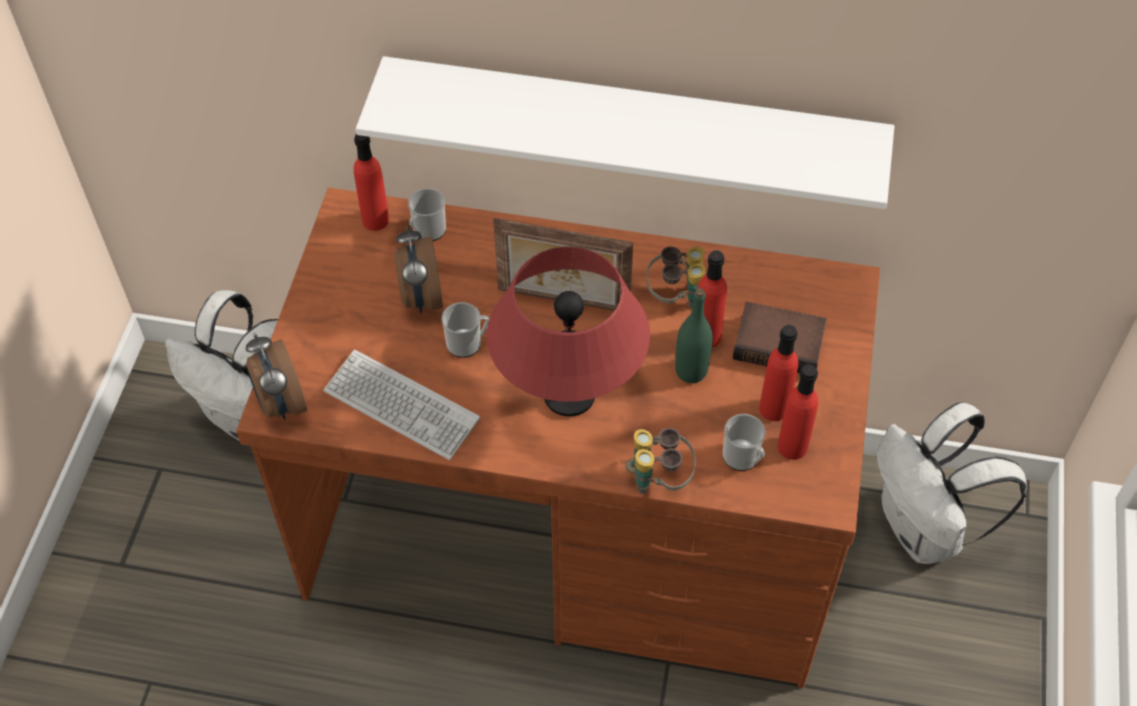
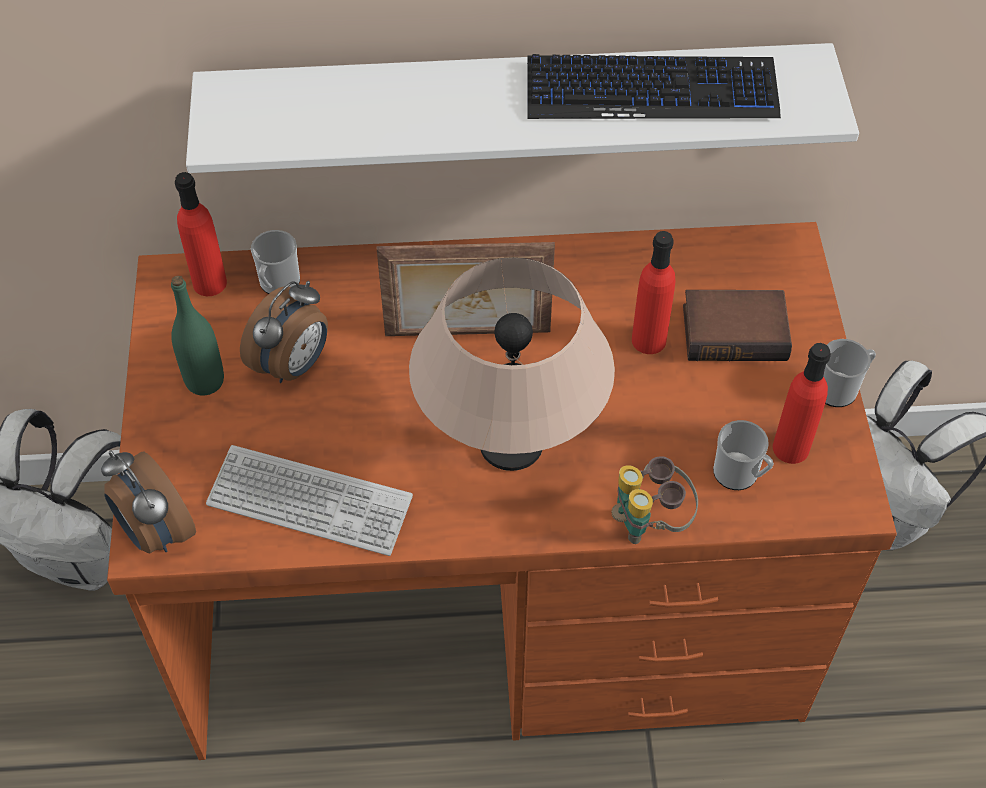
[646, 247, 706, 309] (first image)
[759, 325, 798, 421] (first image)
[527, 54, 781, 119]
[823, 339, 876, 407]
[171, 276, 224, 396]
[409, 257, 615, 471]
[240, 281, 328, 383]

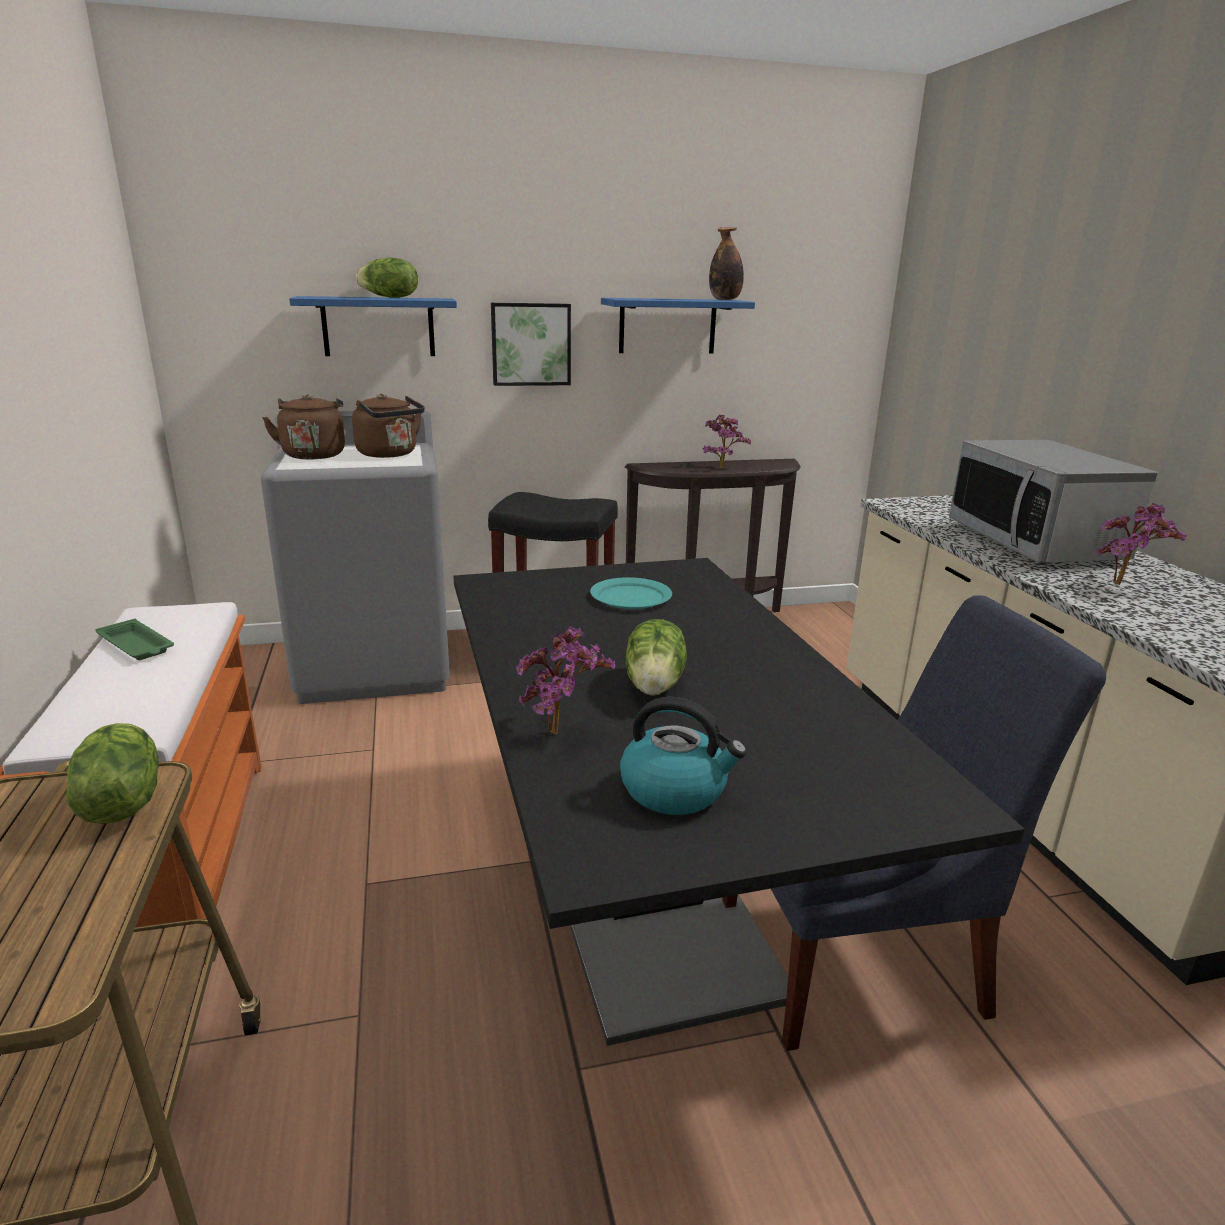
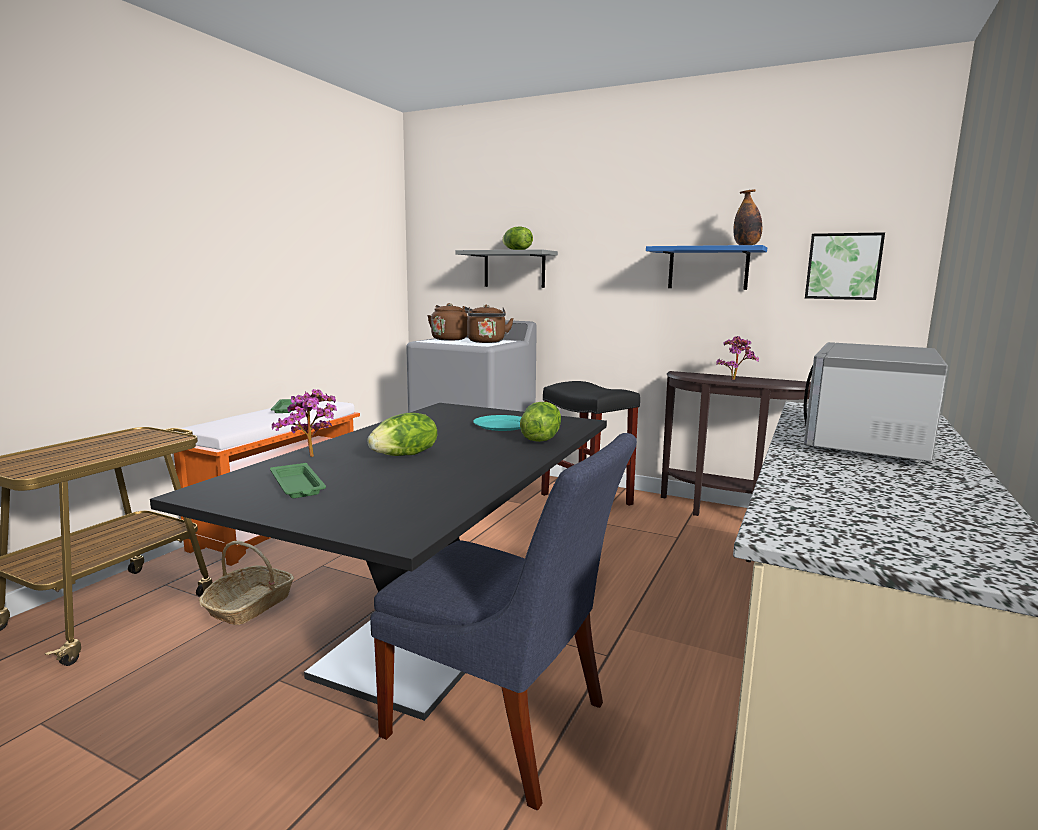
[1096, 503, 1187, 585] (first image)
[199, 541, 294, 625]
[520, 402, 561, 442]
[805, 232, 885, 300]
[270, 463, 326, 498]
[456, 249, 558, 288]

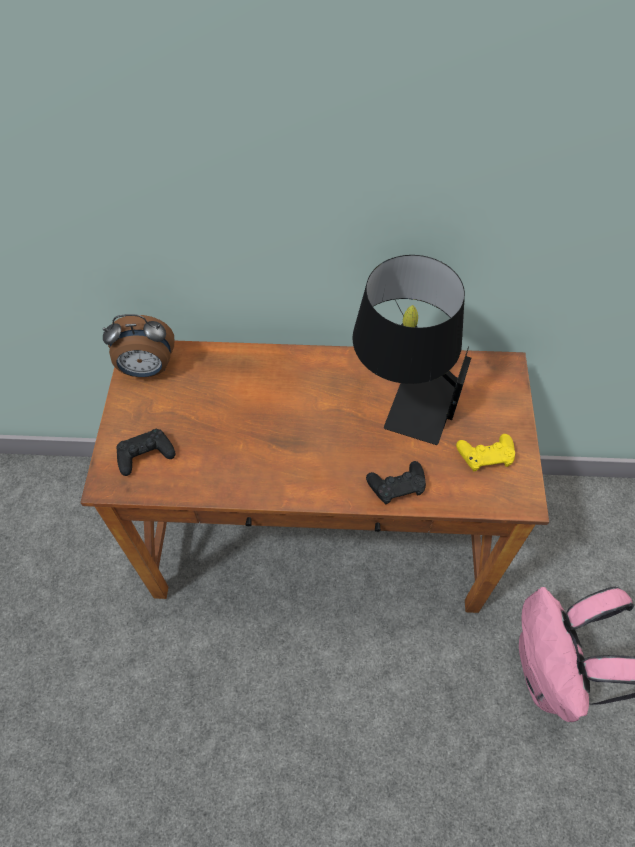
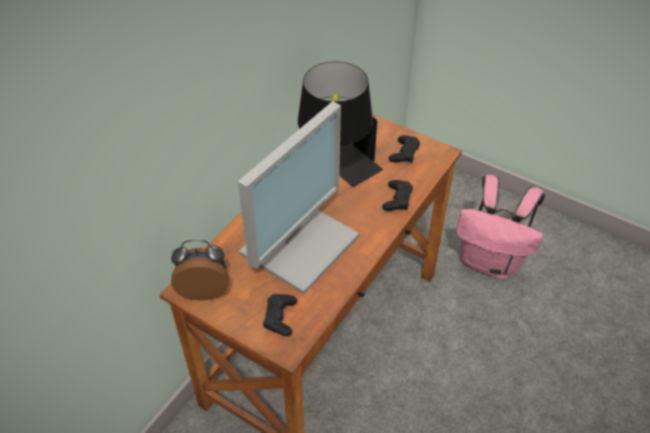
[238, 101, 359, 294]
[389, 135, 420, 163]
[171, 240, 229, 300]

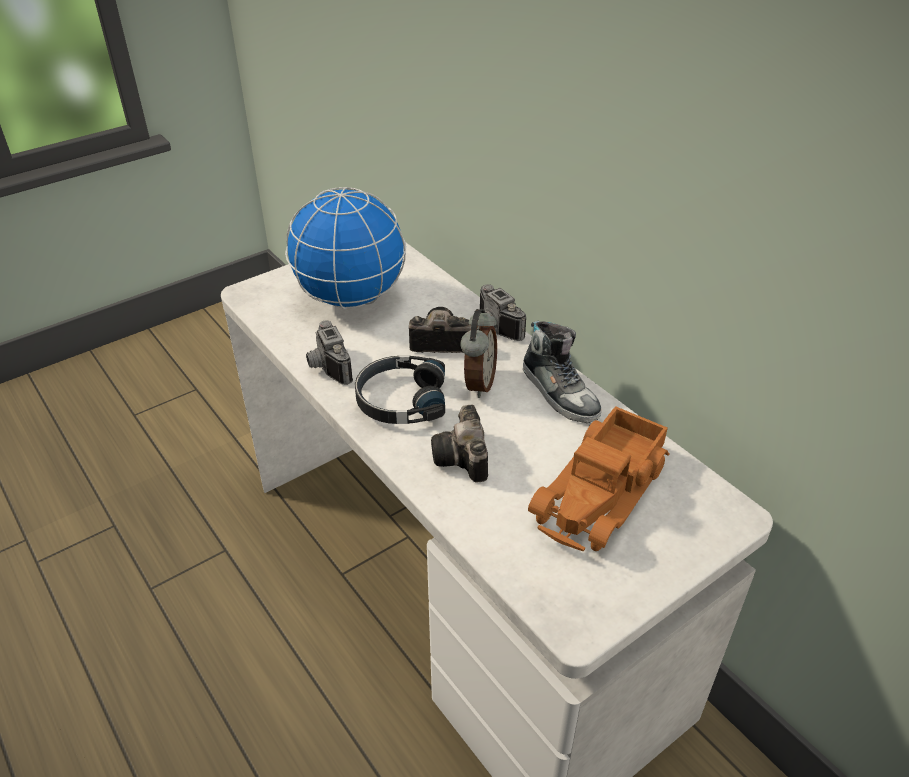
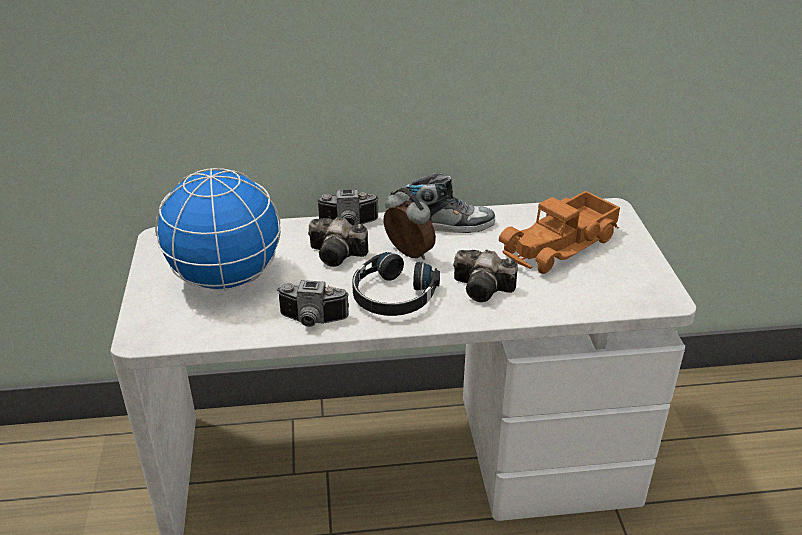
[308, 217, 368, 267]
[499, 191, 620, 274]

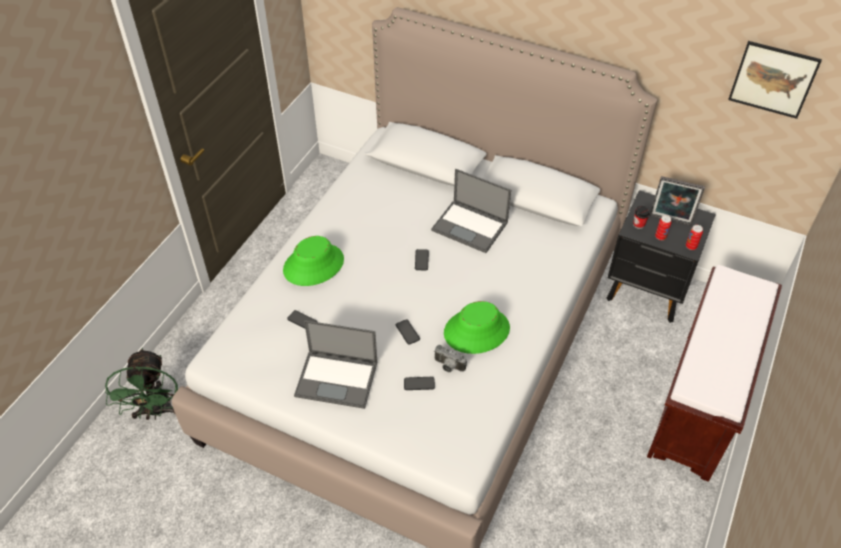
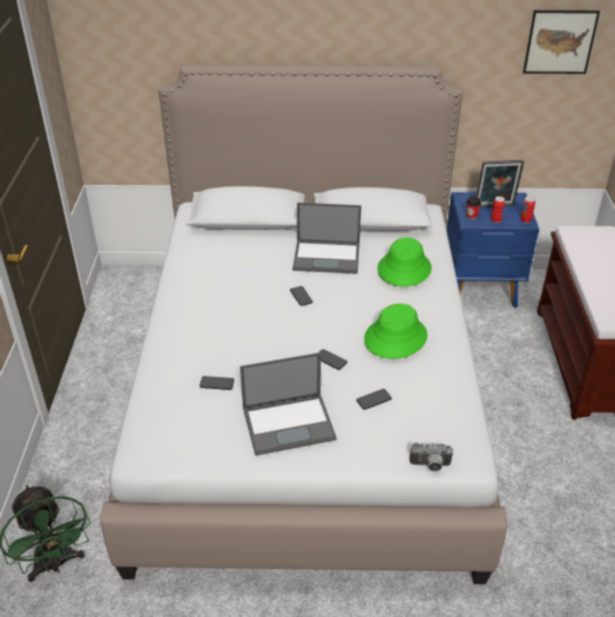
[377, 238, 432, 287]
[410, 443, 453, 471]
[447, 192, 539, 308]

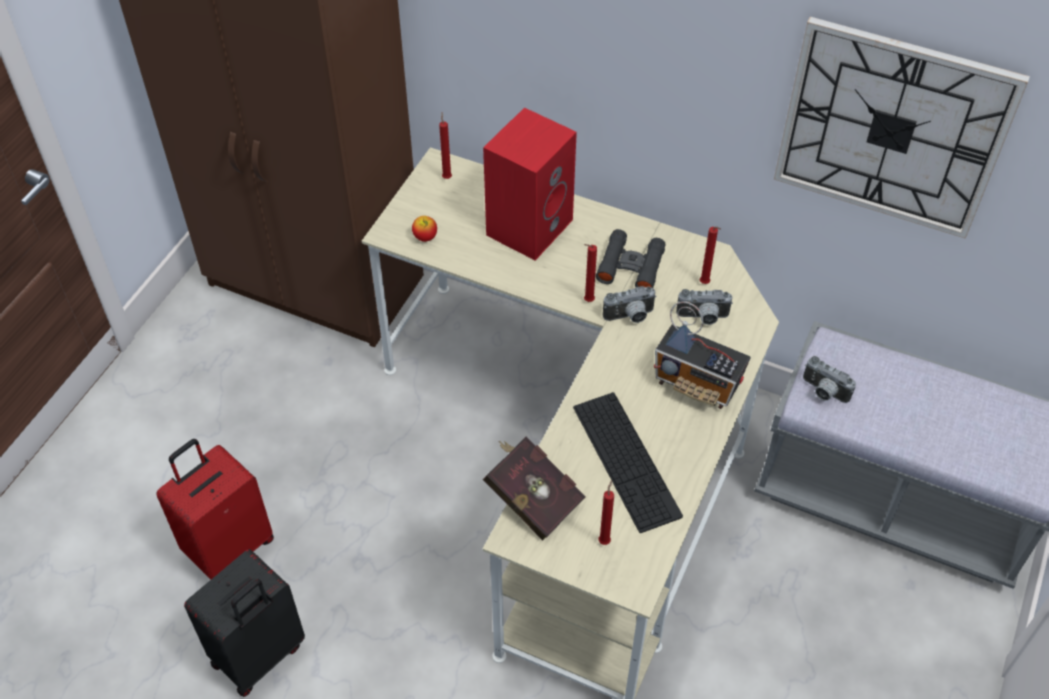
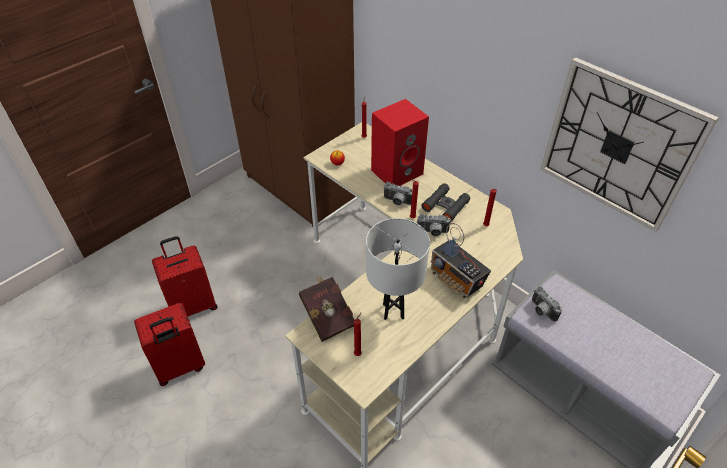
[383, 182, 412, 205]
[366, 218, 430, 320]
[134, 303, 205, 386]

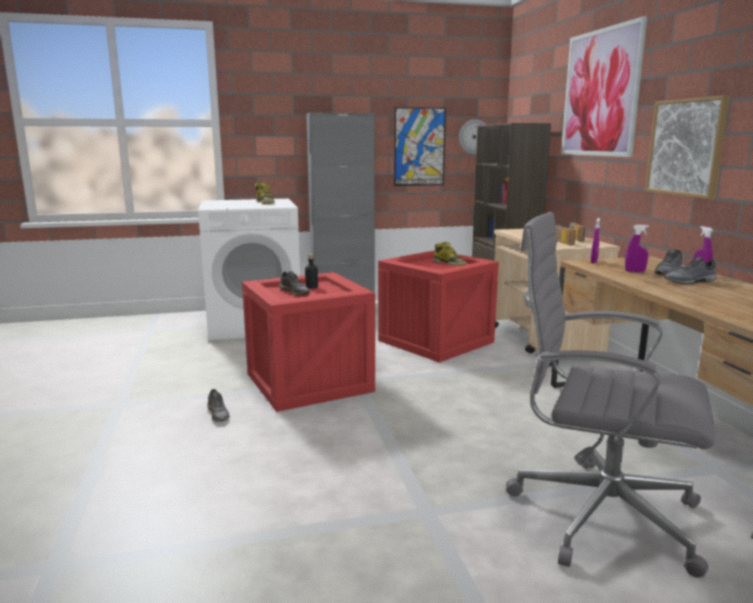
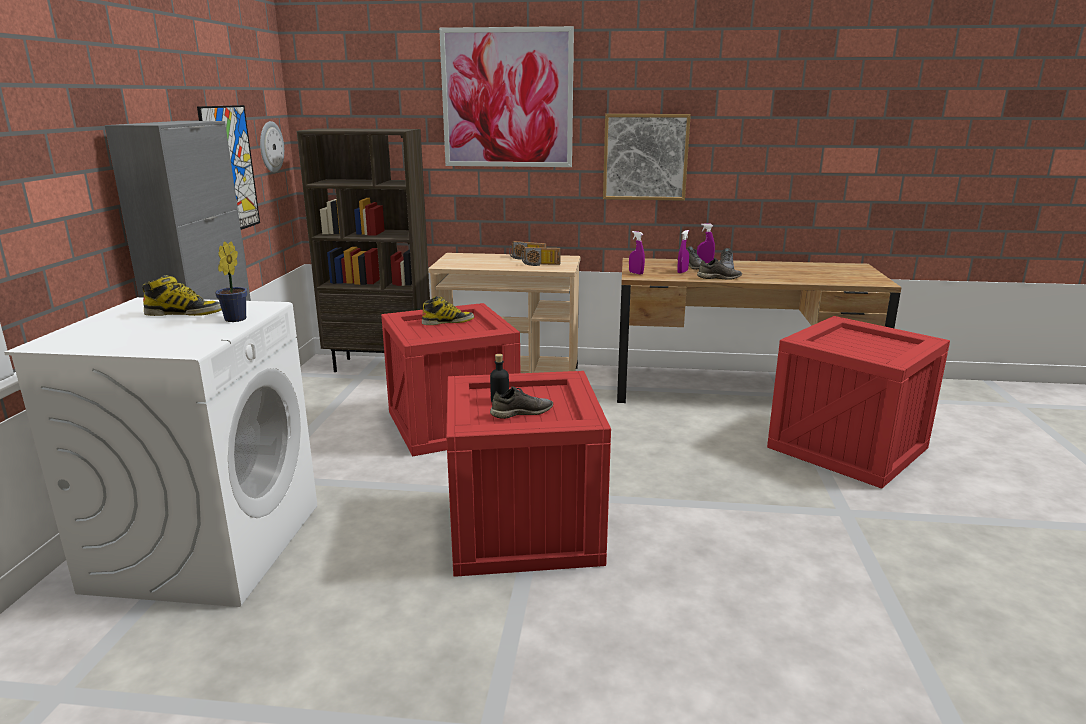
[215, 241, 248, 322]
[697, 258, 742, 280]
[767, 316, 950, 489]

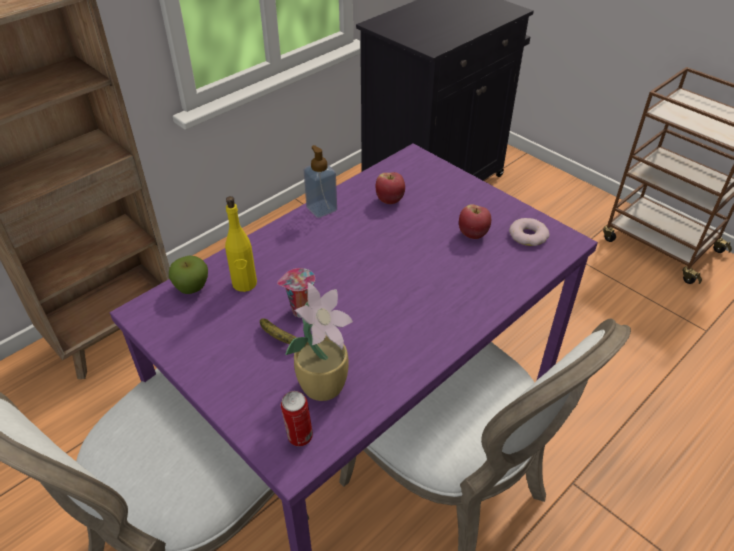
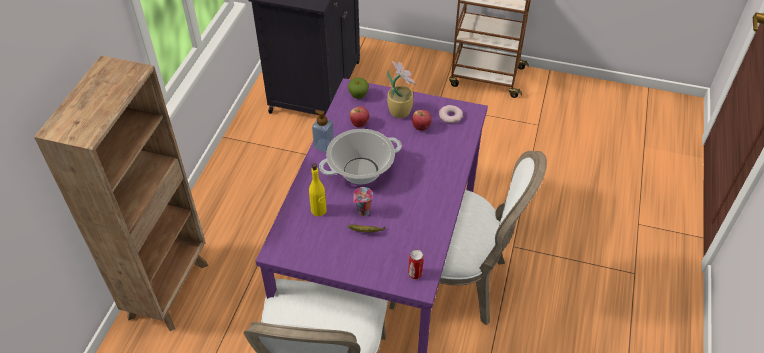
[319, 129, 402, 184]
[348, 78, 369, 99]
[387, 61, 416, 118]

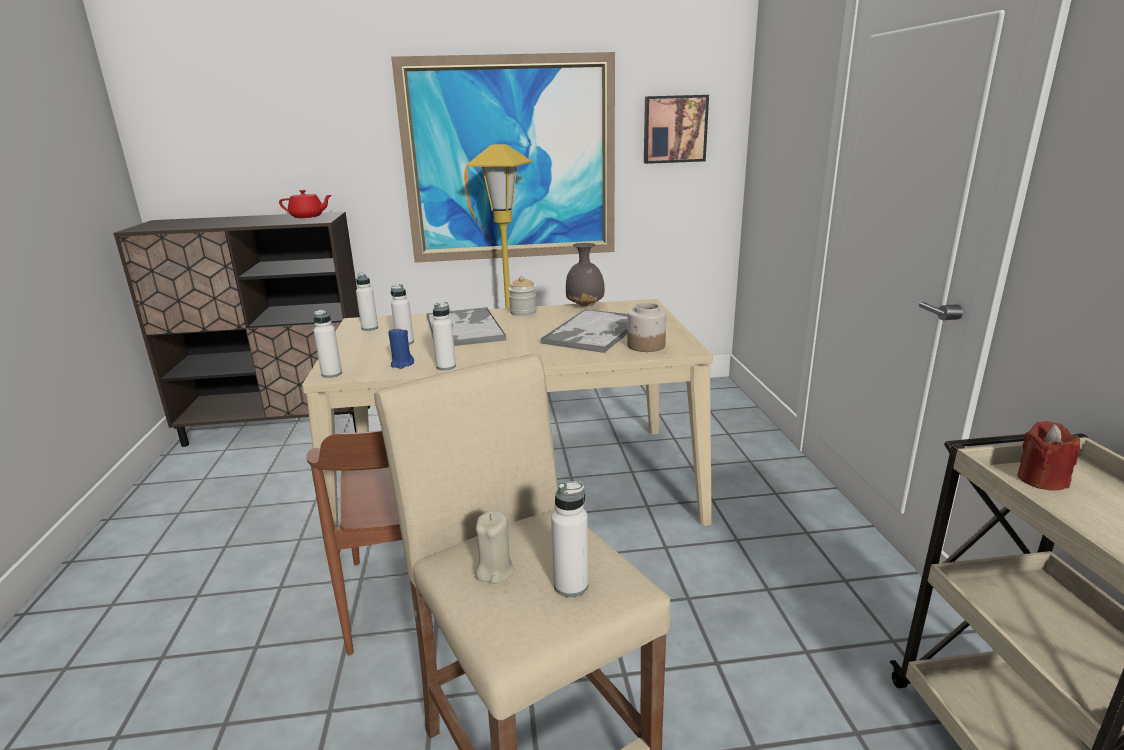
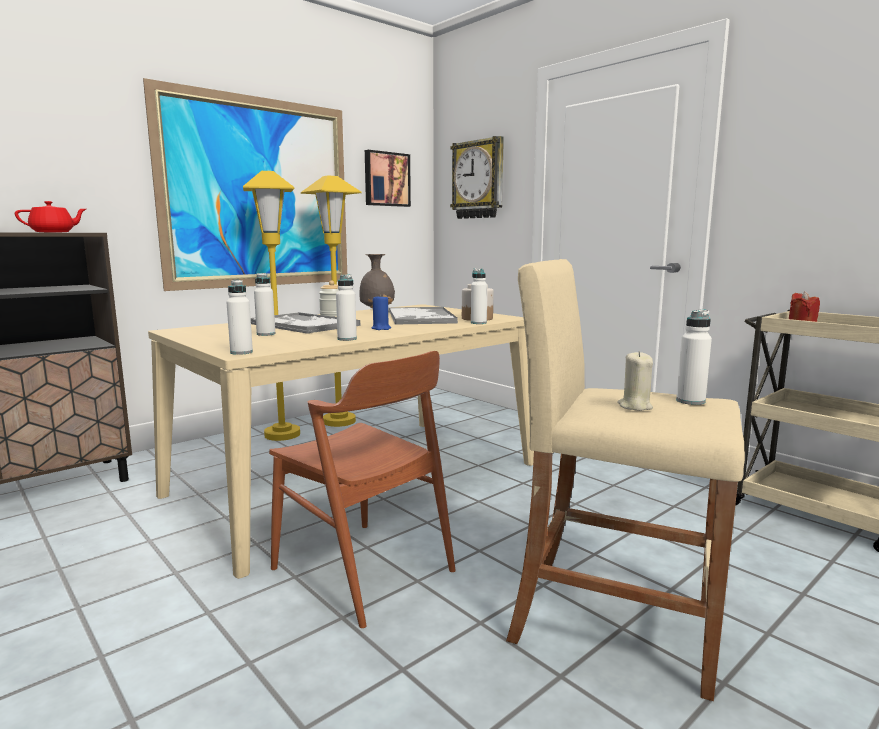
[301, 175, 361, 427]
[450, 136, 504, 219]
[471, 268, 487, 324]
[371, 294, 391, 330]

